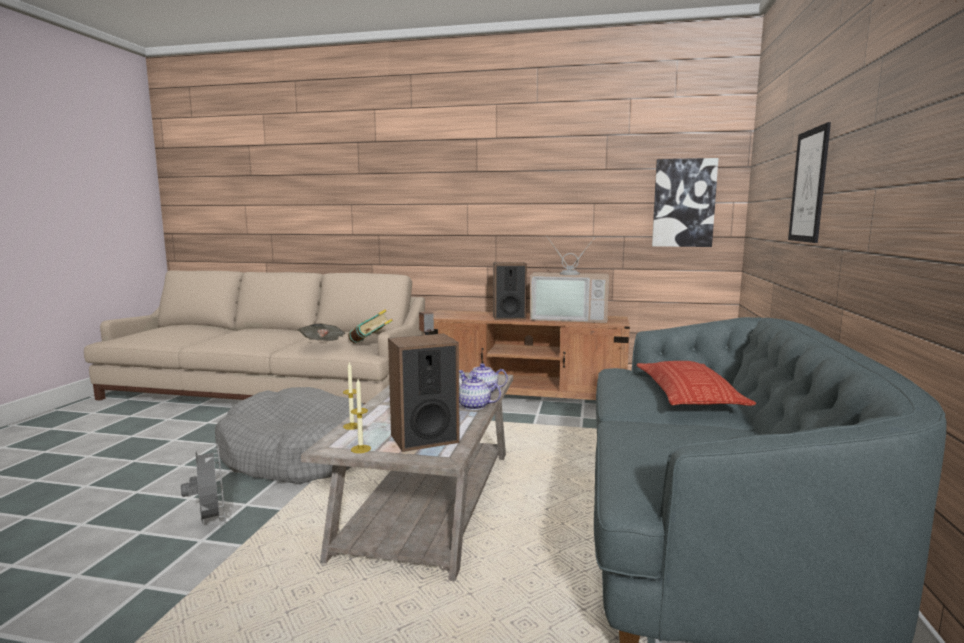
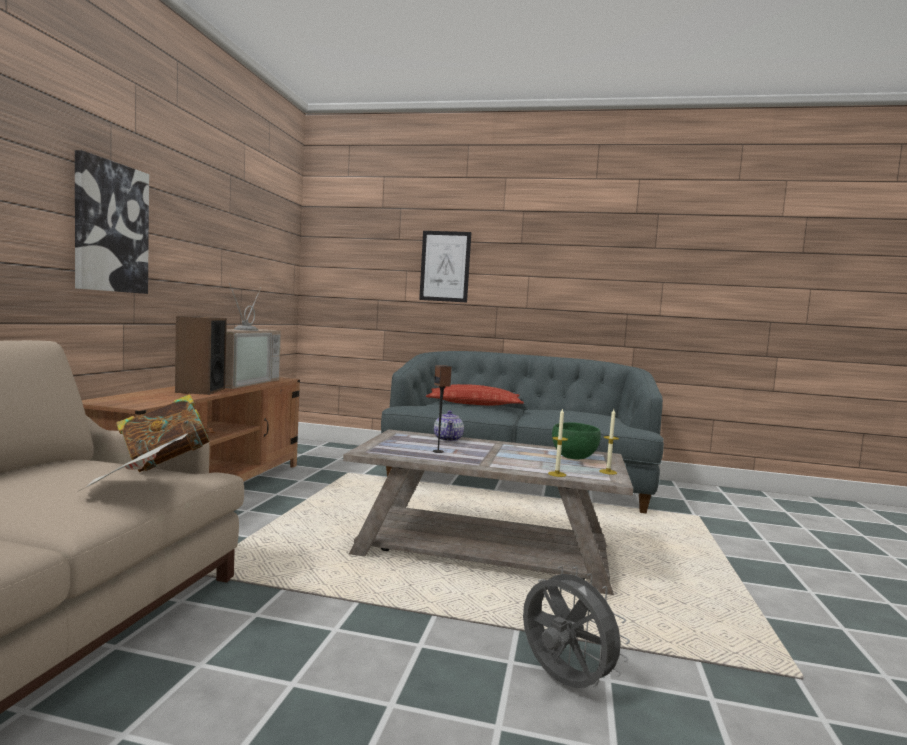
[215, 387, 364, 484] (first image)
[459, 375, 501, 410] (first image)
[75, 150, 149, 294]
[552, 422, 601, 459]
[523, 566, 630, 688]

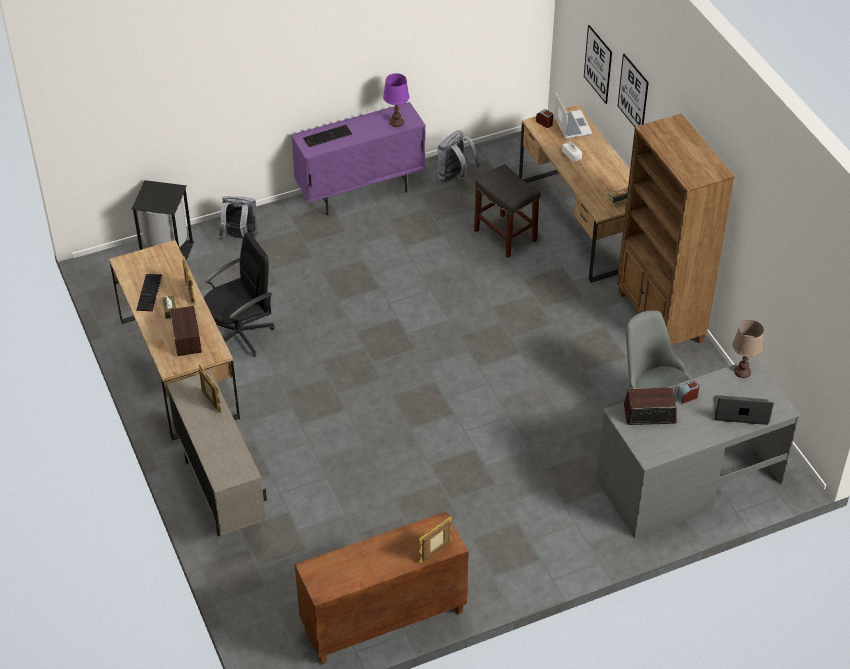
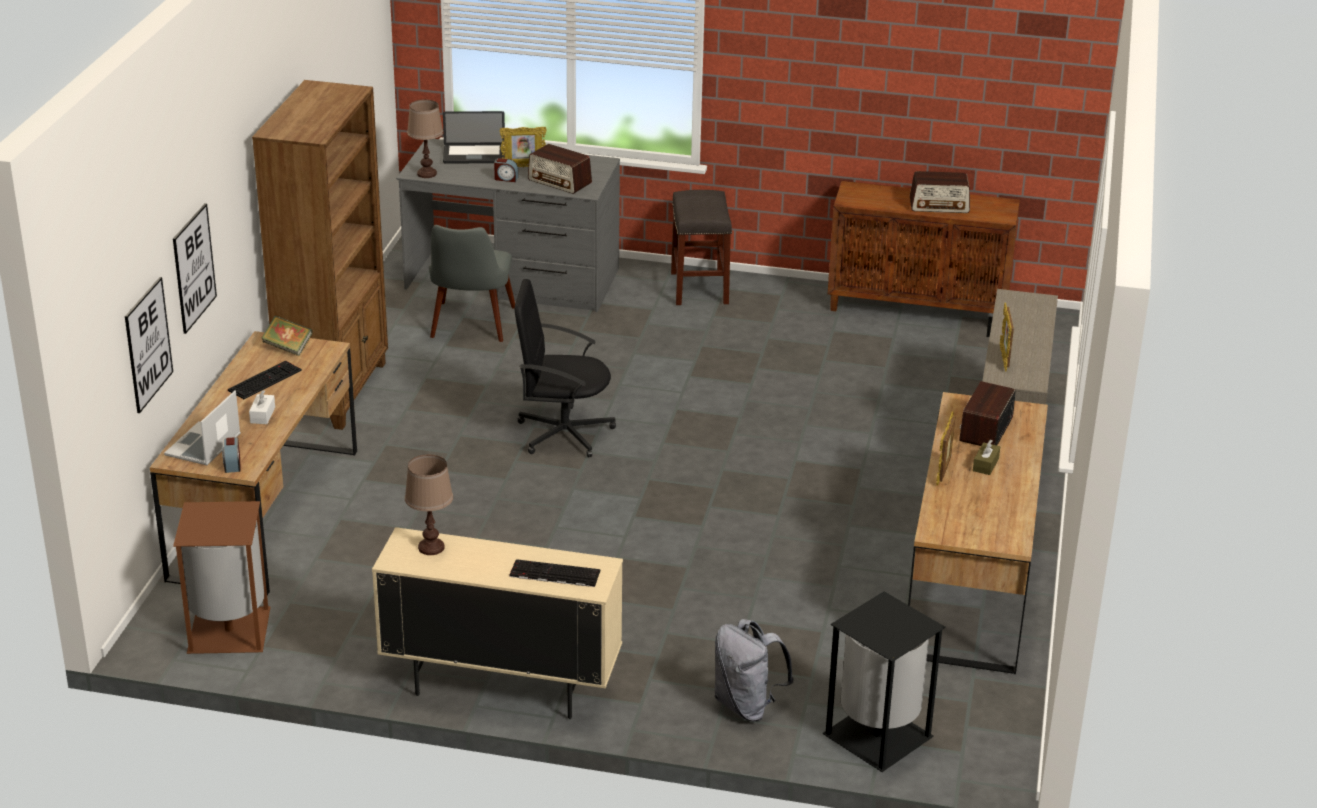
[437, 130, 480, 182] (first image)
[173, 501, 271, 654]
[910, 171, 970, 213]
[228, 361, 302, 399]
[515, 279, 616, 457]
[499, 127, 547, 167]
[671, 190, 732, 305]
[372, 527, 623, 719]
[405, 454, 453, 555]
[443, 111, 505, 164]

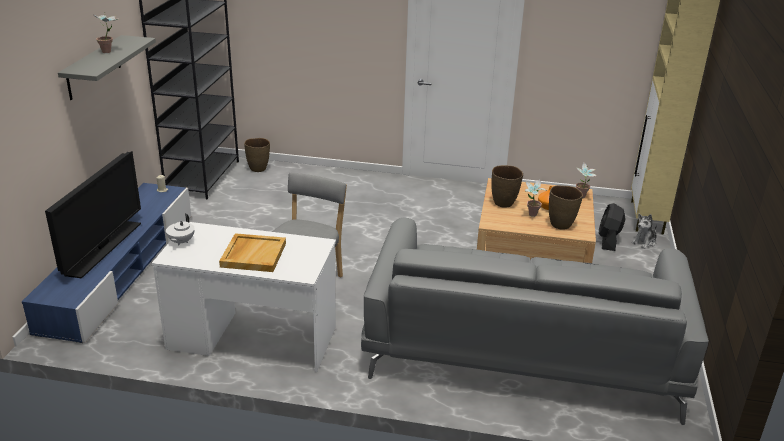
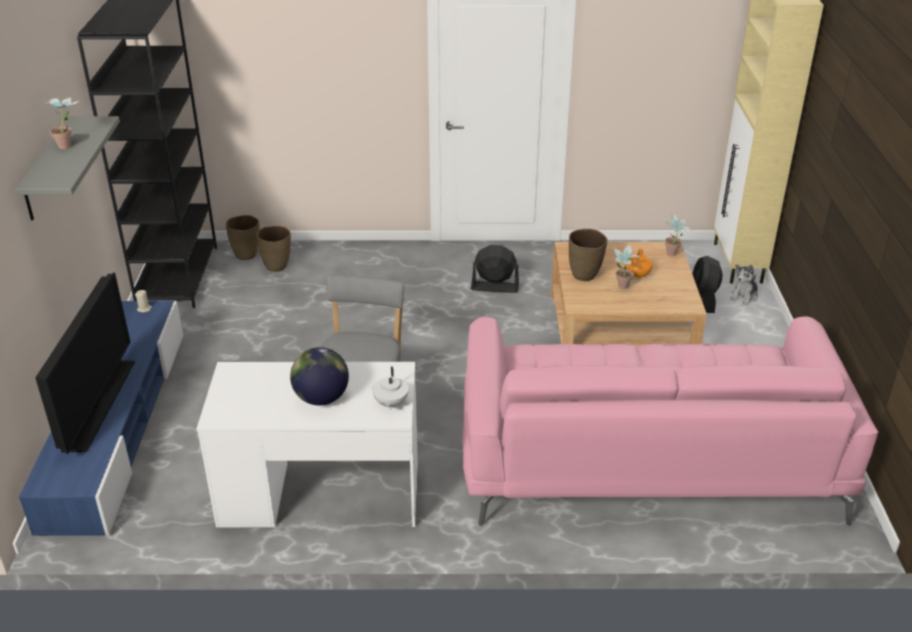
[471, 245, 519, 293]
[372, 367, 409, 410]
[257, 226, 291, 272]
[290, 347, 349, 405]
[462, 317, 879, 526]

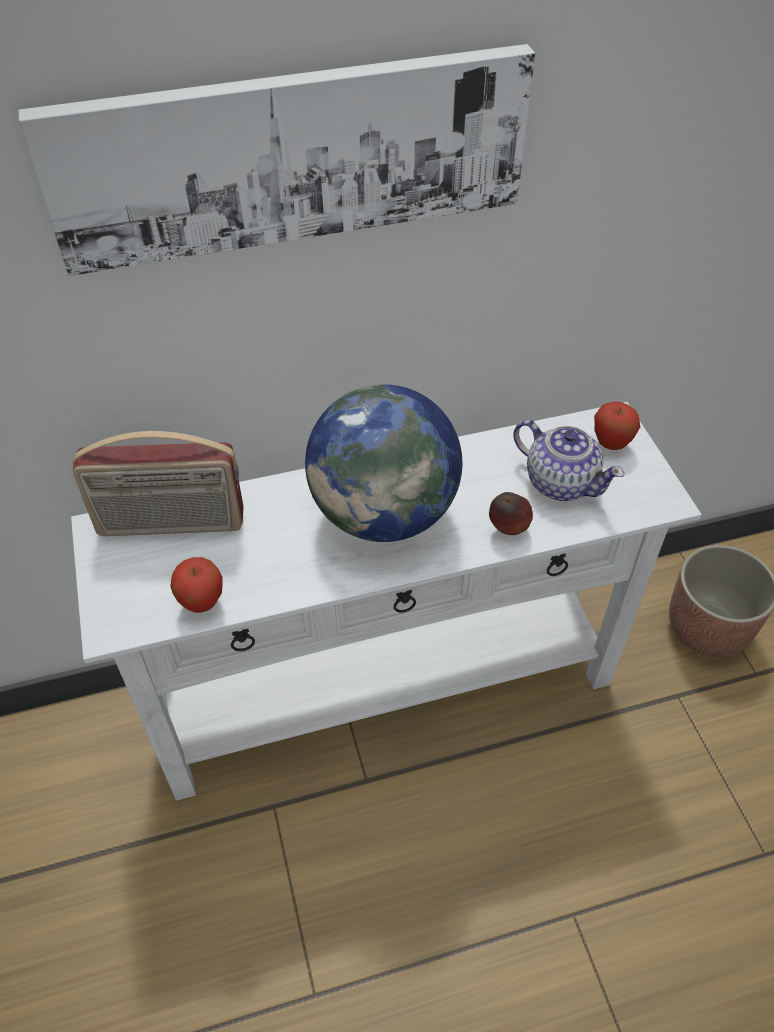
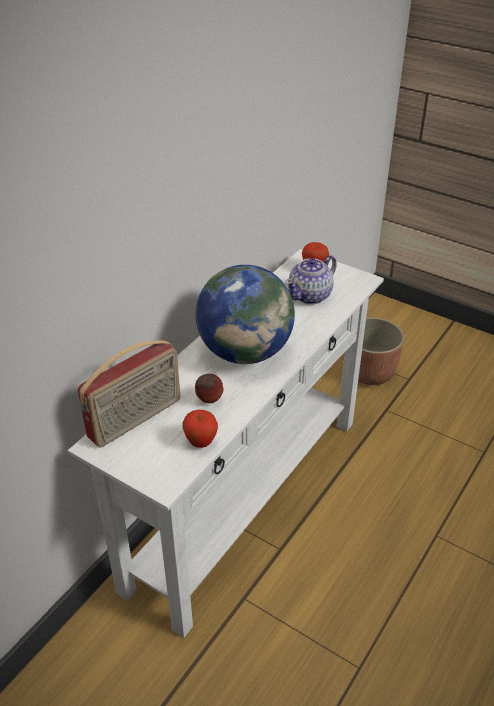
[18, 44, 535, 276] (first image)
[195, 374, 223, 403]
[285, 255, 336, 304]

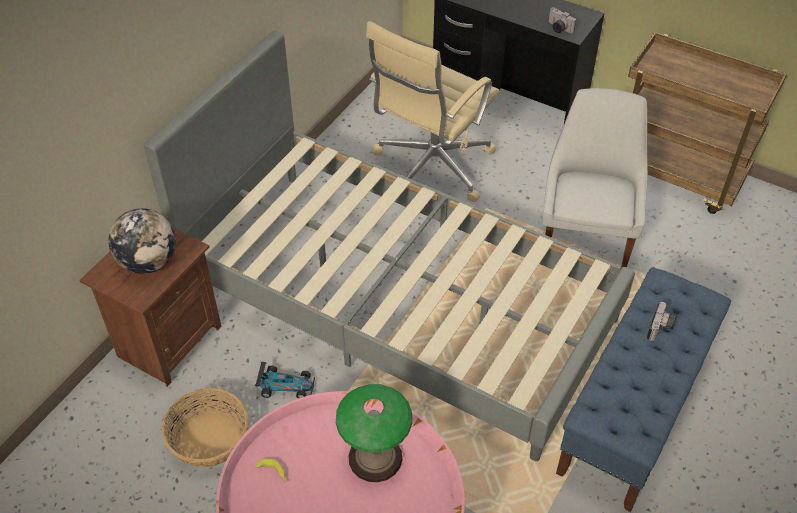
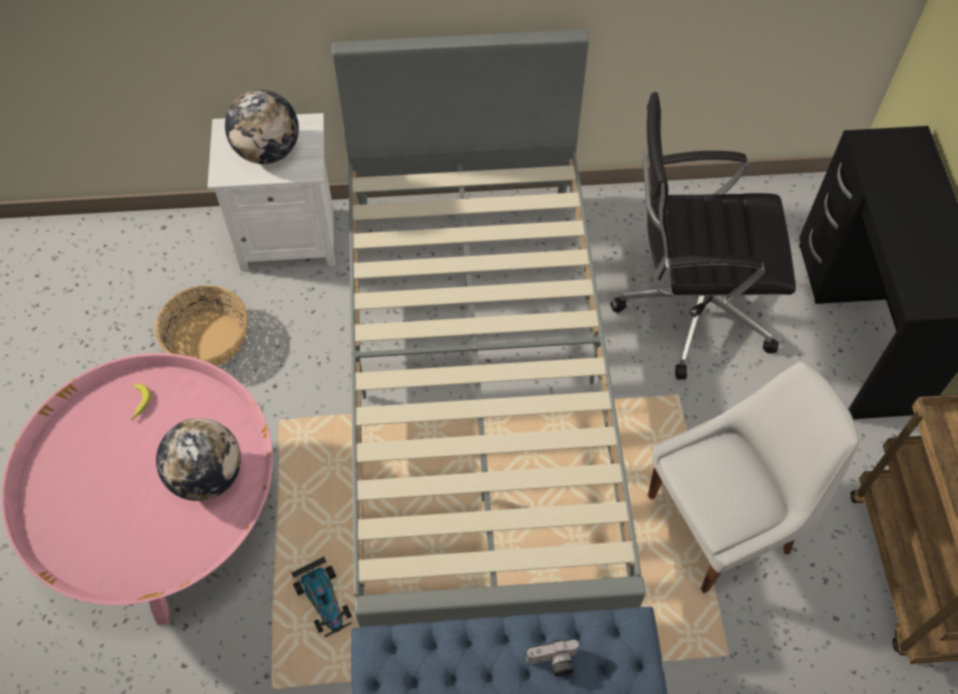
[548, 7, 576, 34] (first image)
[291, 556, 352, 637]
[156, 418, 241, 501]
[207, 113, 336, 271]
[610, 92, 796, 379]

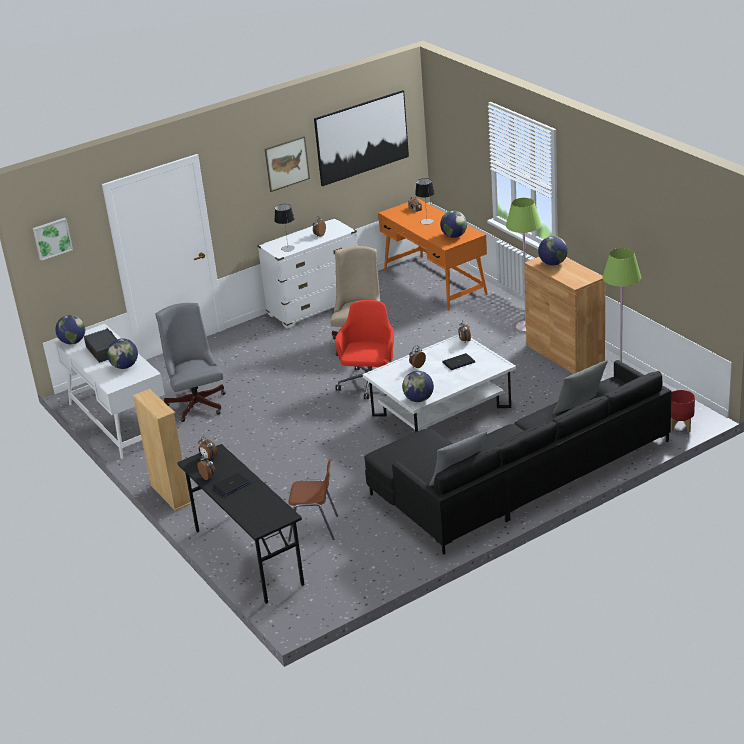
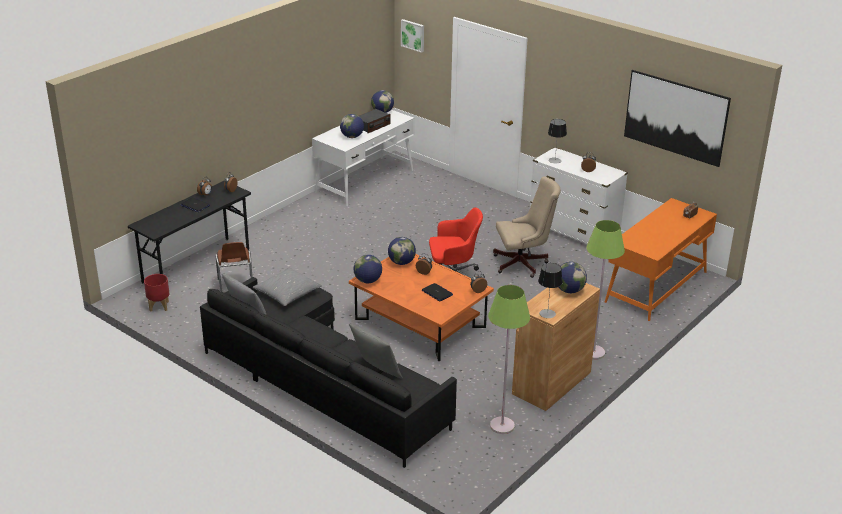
[133, 389, 191, 511] (first image)
[155, 303, 226, 422] (first image)
[265, 136, 310, 192] (first image)
[253, 268, 322, 306]
[538, 263, 563, 318]
[388, 237, 416, 265]
[144, 274, 169, 312]
[349, 254, 494, 361]

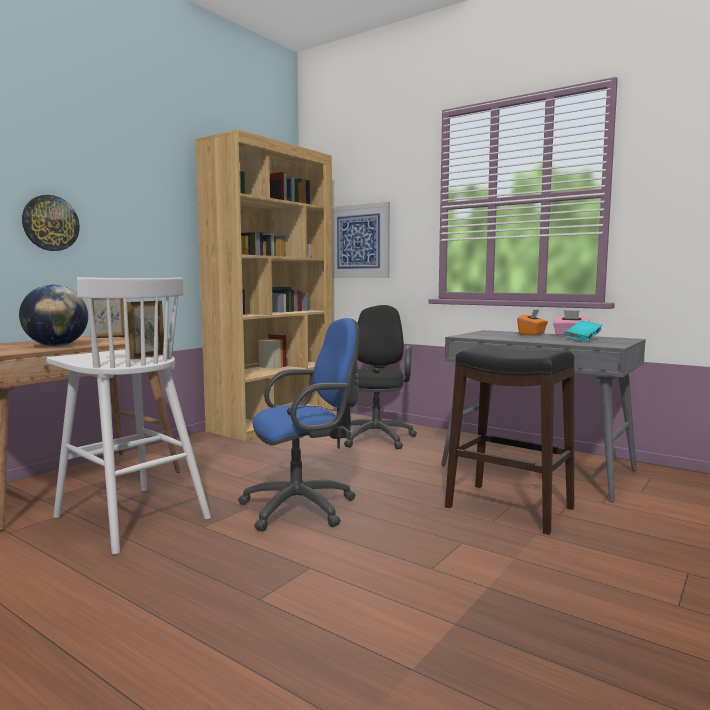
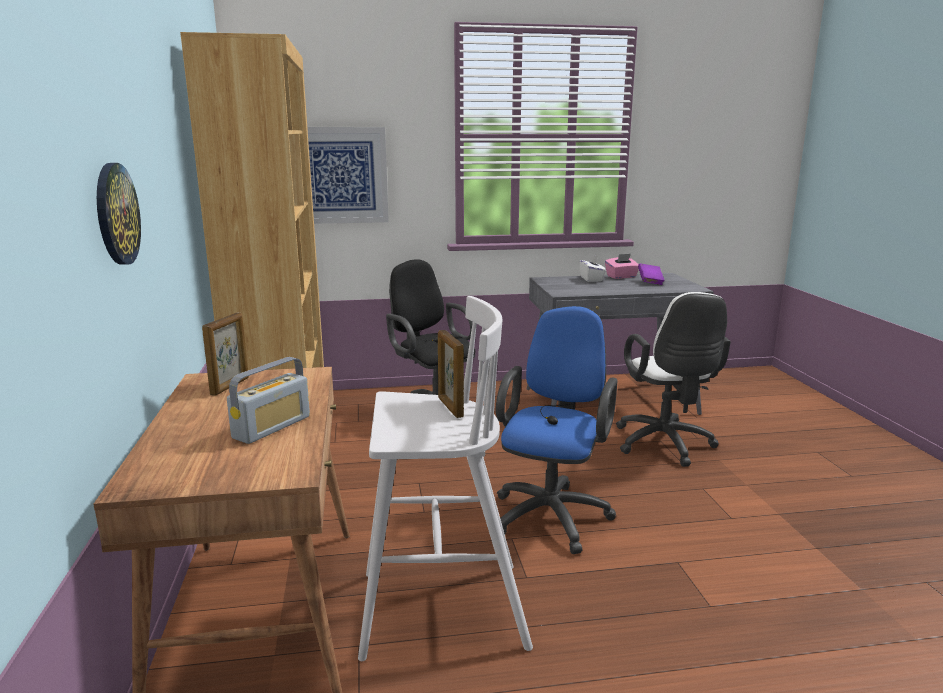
[227, 357, 310, 444]
[616, 292, 731, 467]
[579, 255, 606, 282]
[638, 264, 665, 285]

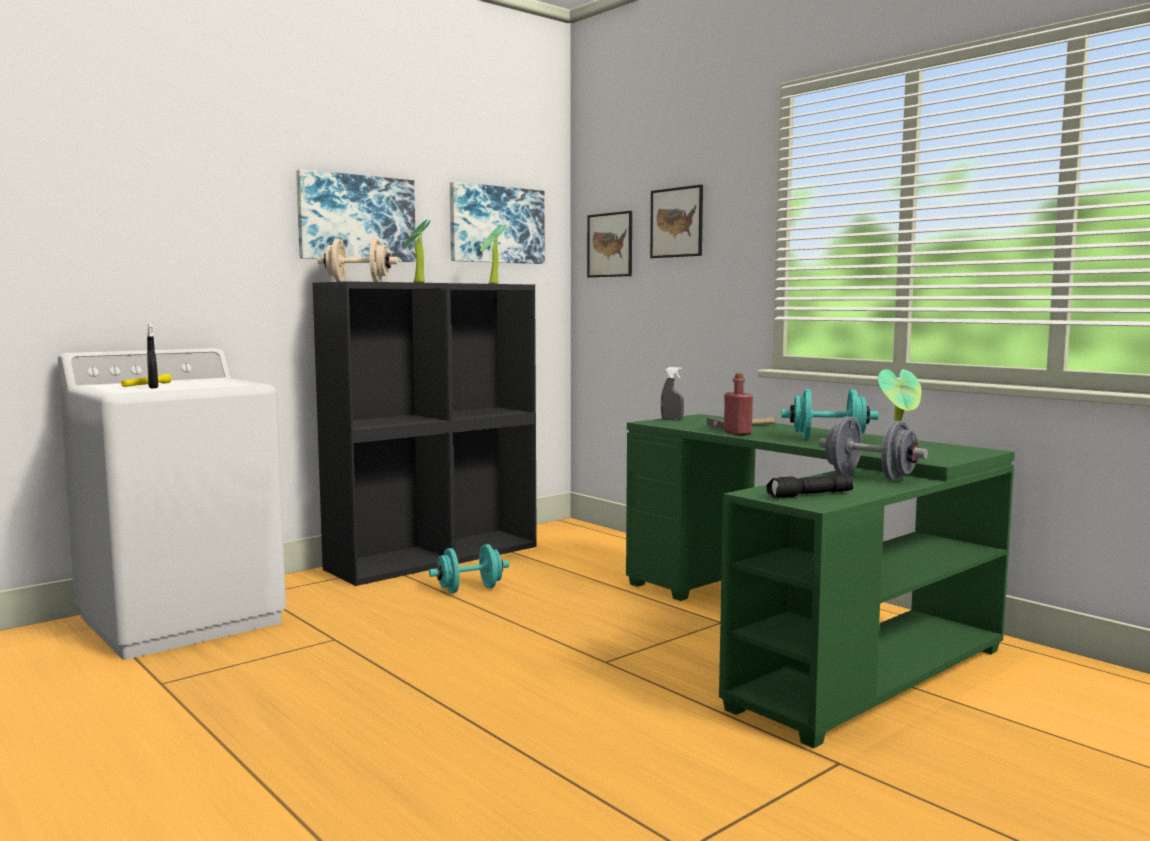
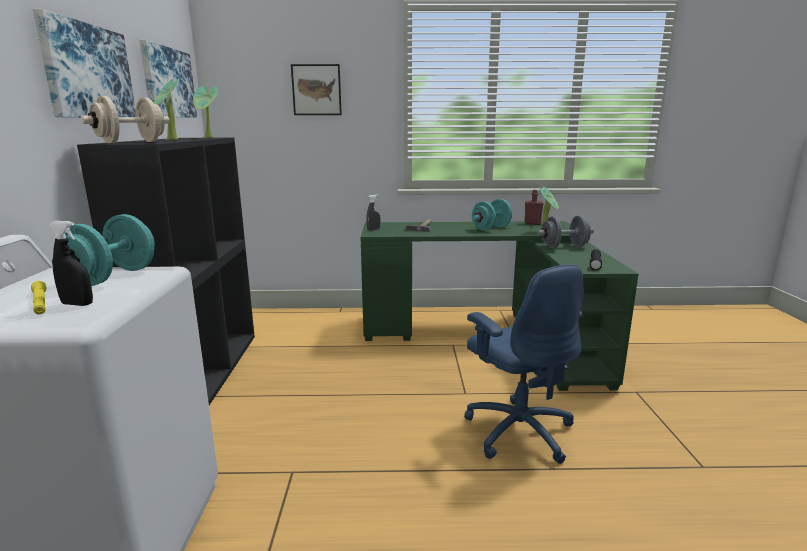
[587, 211, 632, 277] (first image)
[464, 264, 583, 464]
[52, 214, 155, 286]
[524, 190, 544, 225]

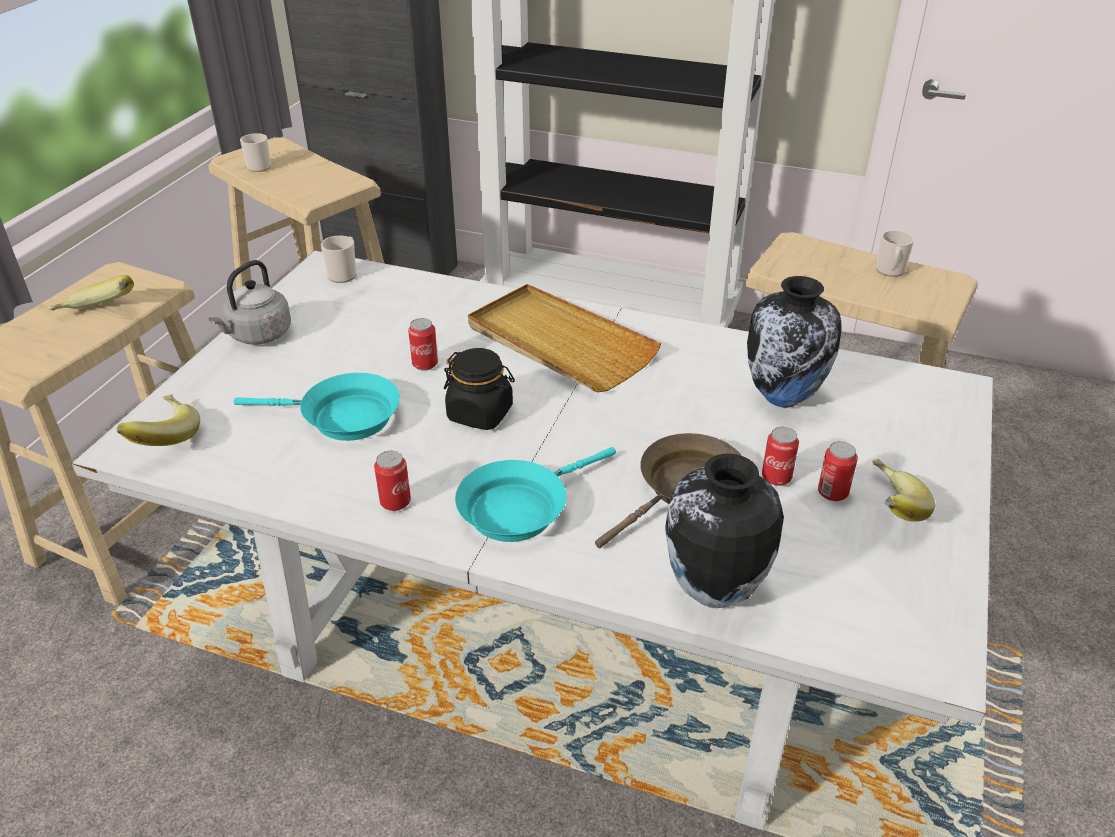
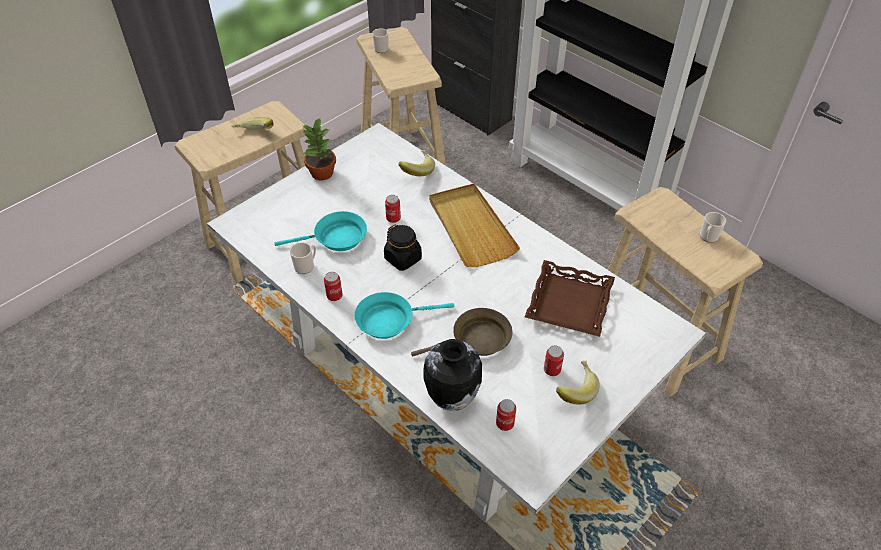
[398, 150, 435, 176]
[290, 242, 316, 274]
[496, 399, 516, 431]
[302, 118, 336, 180]
[525, 260, 615, 337]
[275, 211, 367, 251]

